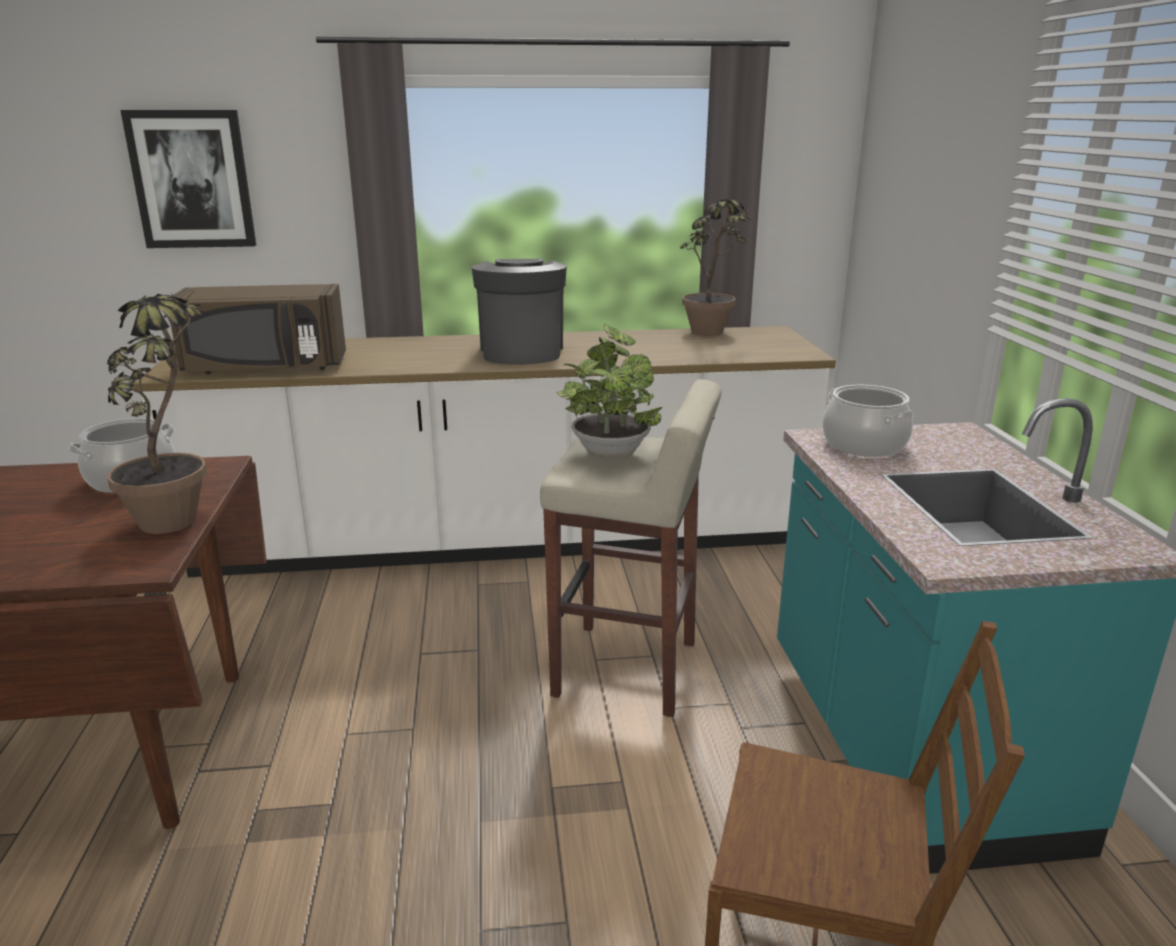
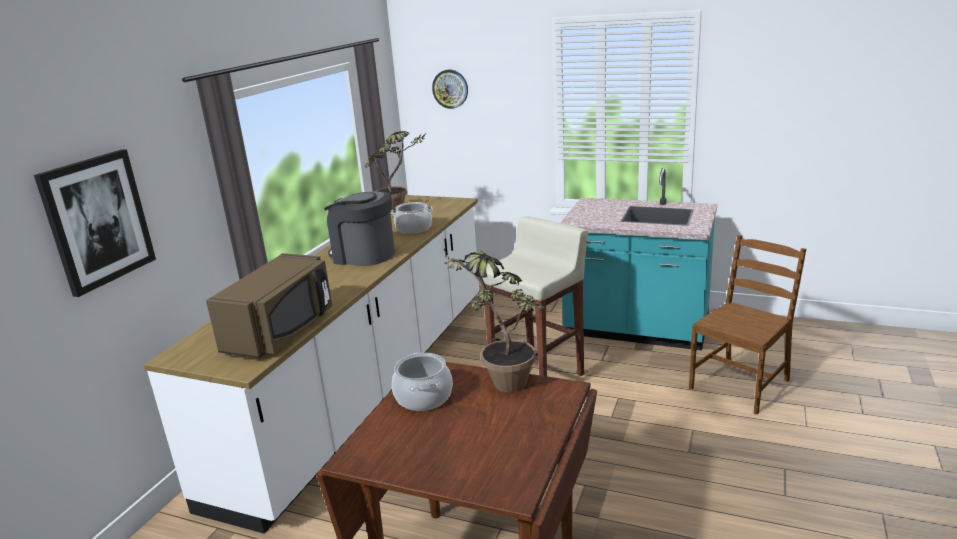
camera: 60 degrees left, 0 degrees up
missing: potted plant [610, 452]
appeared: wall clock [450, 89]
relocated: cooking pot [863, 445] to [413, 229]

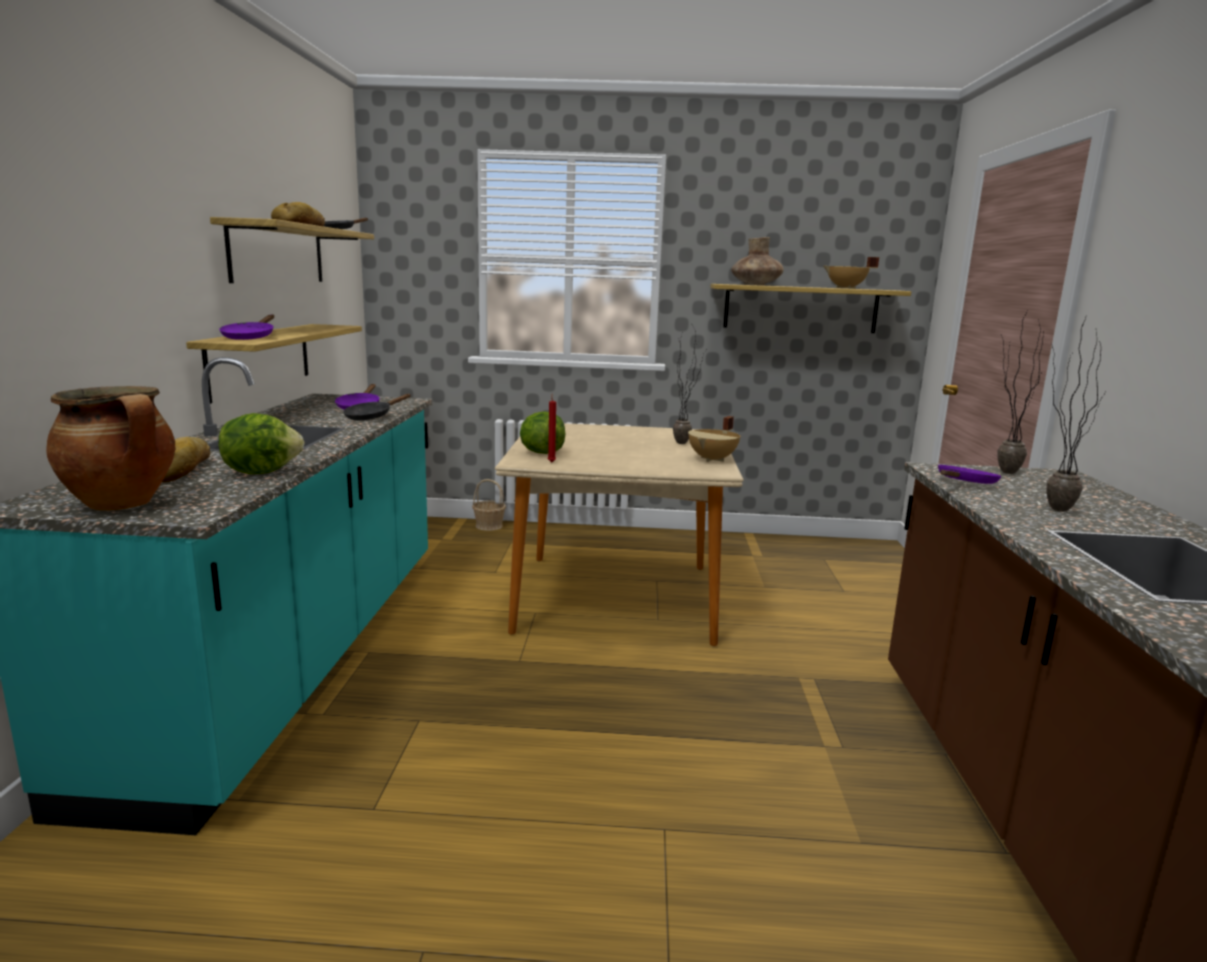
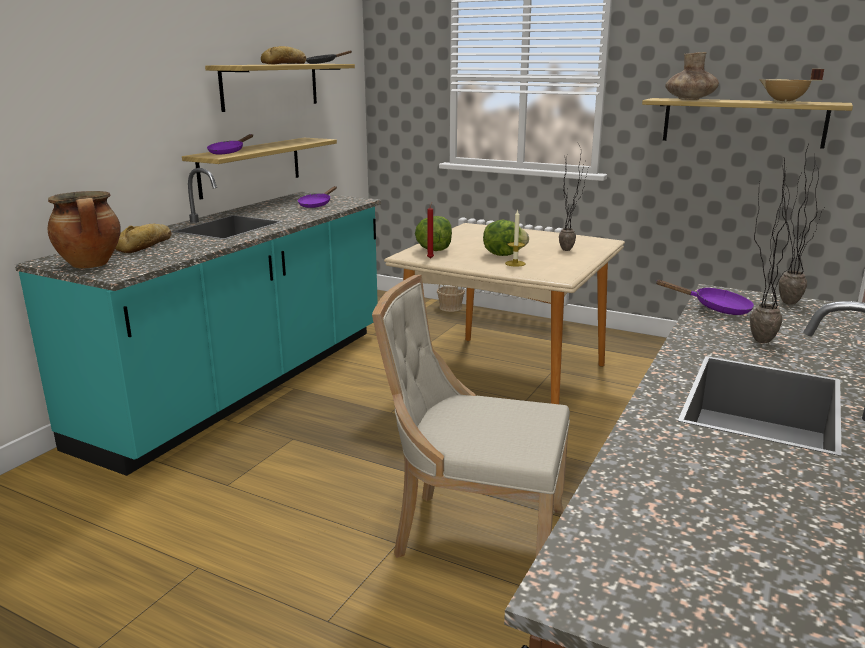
camera: 25 degrees right, 5 degrees up
missing: frying pan (black) [372, 417]; cooking pot (beige) [713, 459]
appeared: chair (beige) [473, 535]; candle [515, 263]
relocated: lettuce [261, 472] to [503, 254]
spun: frying pan (purple) [964, 483] = [715, 308] 45 degrees clockwise

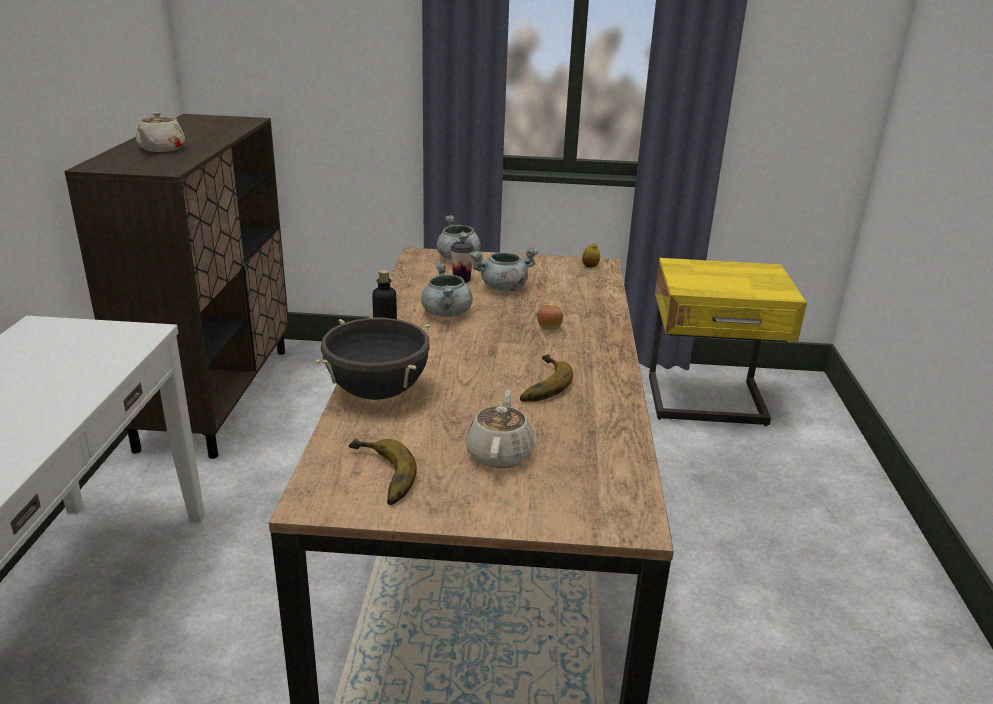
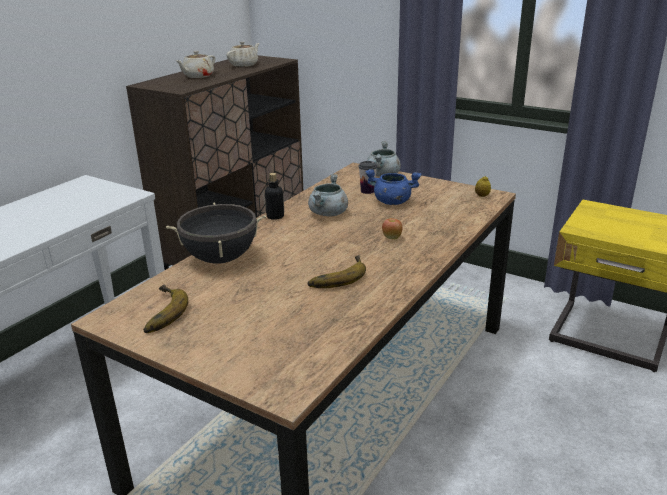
camera: 30 degrees right, 0 degrees up
relocated: teapot (beige) [500, 453] to [244, 65]
colour: cooking pot (grey) [503, 288] to cooking pot (blue) [392, 202]

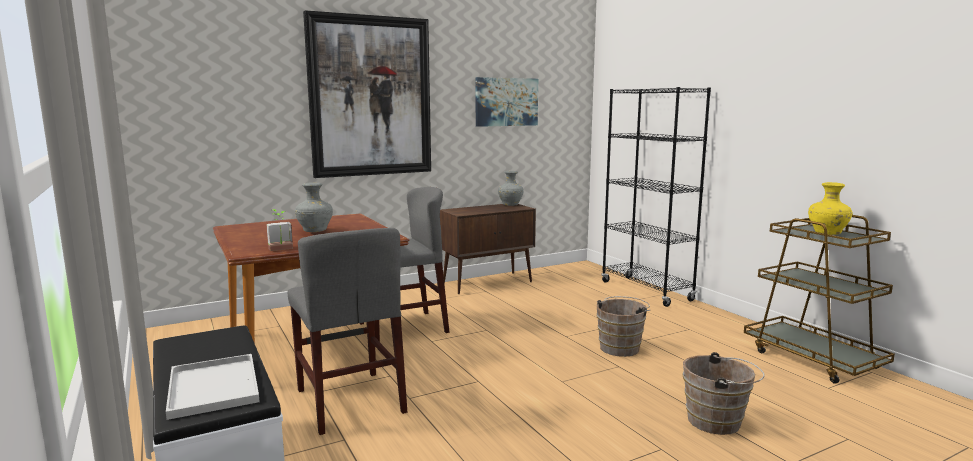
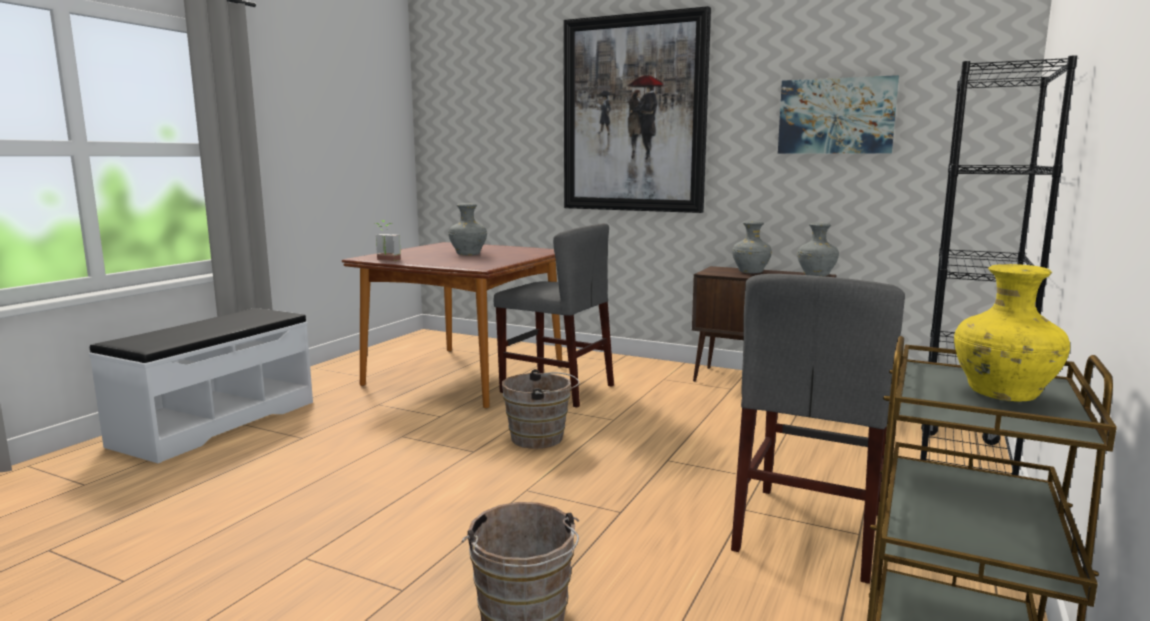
camera: 55 degrees right, 0 degrees up
missing: tray (white) [212, 386]
appeared: vase (grey) [750, 272]
relocated: chair (grey) [350, 401] to [809, 530]; bucket (brown) [621, 347] to [541, 438]

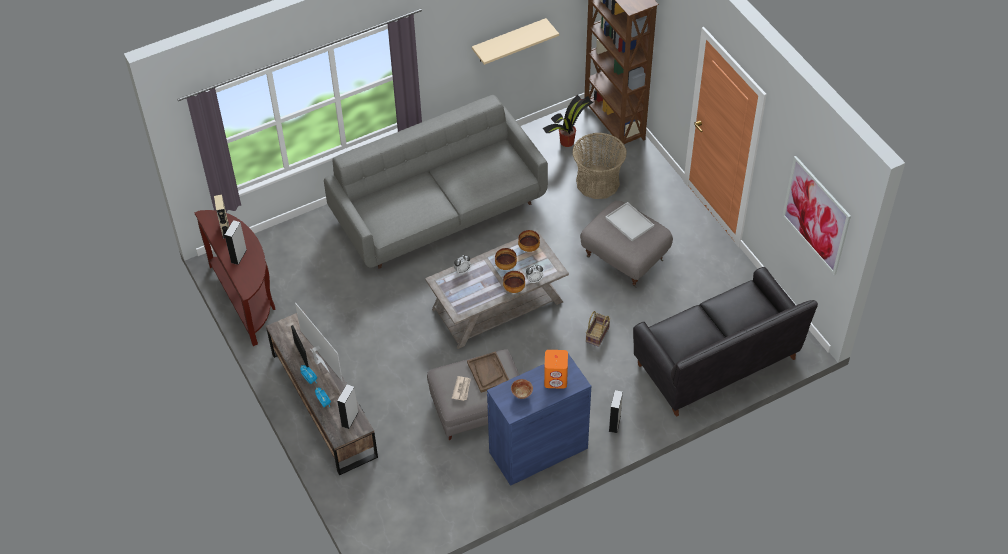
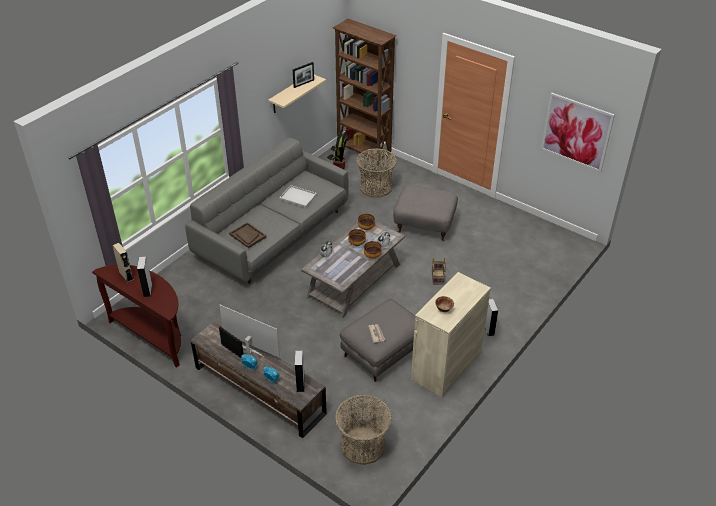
camera: 25 degrees left, 10 degrees down
missing: speaker (orange) [556, 379]; sofa (black) [716, 362]
appeared: picture frame [303, 83]; basket [363, 445]
relocated: tray (brown) [488, 372] to [247, 236]; tray (white) [628, 222] to [297, 197]
colour: cabinet (blue) [538, 450] to cabinet (beige) [446, 366]

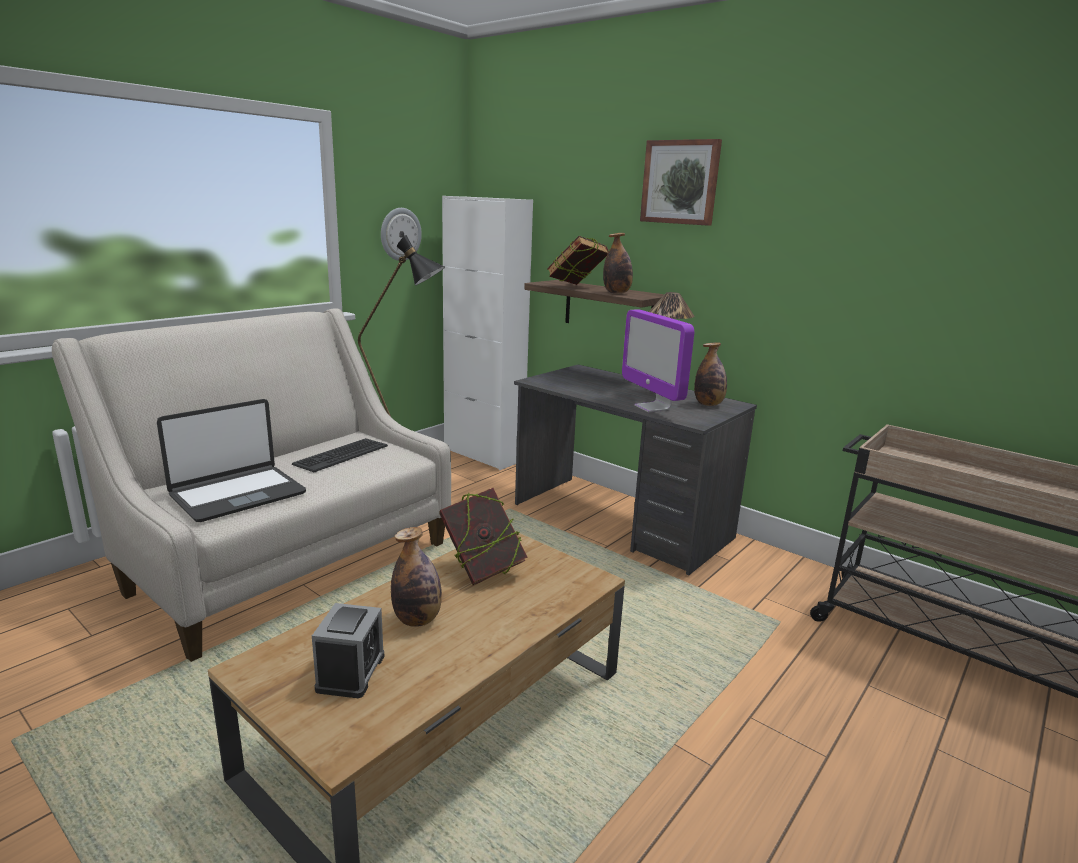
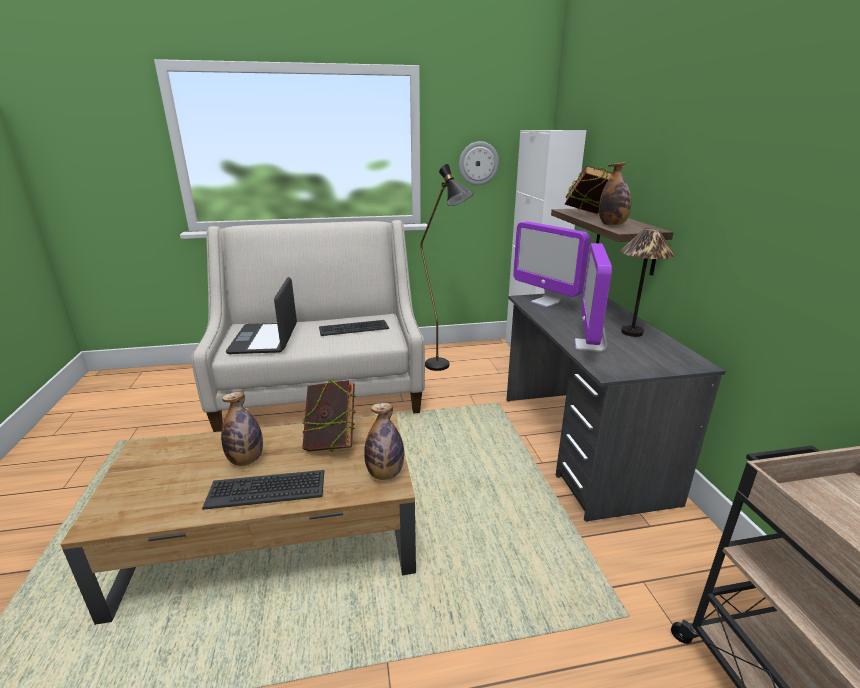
camera: 40 degrees right, 5 degrees up
missing: alarm clock [351, 672]; picture [680, 182]
appeared: keyboard [267, 489]; monitor [545, 302]
relocated: bottle [708, 404] to [385, 474]
spun: laptop [237, 494] = [265, 339] 90 degrees clockwise

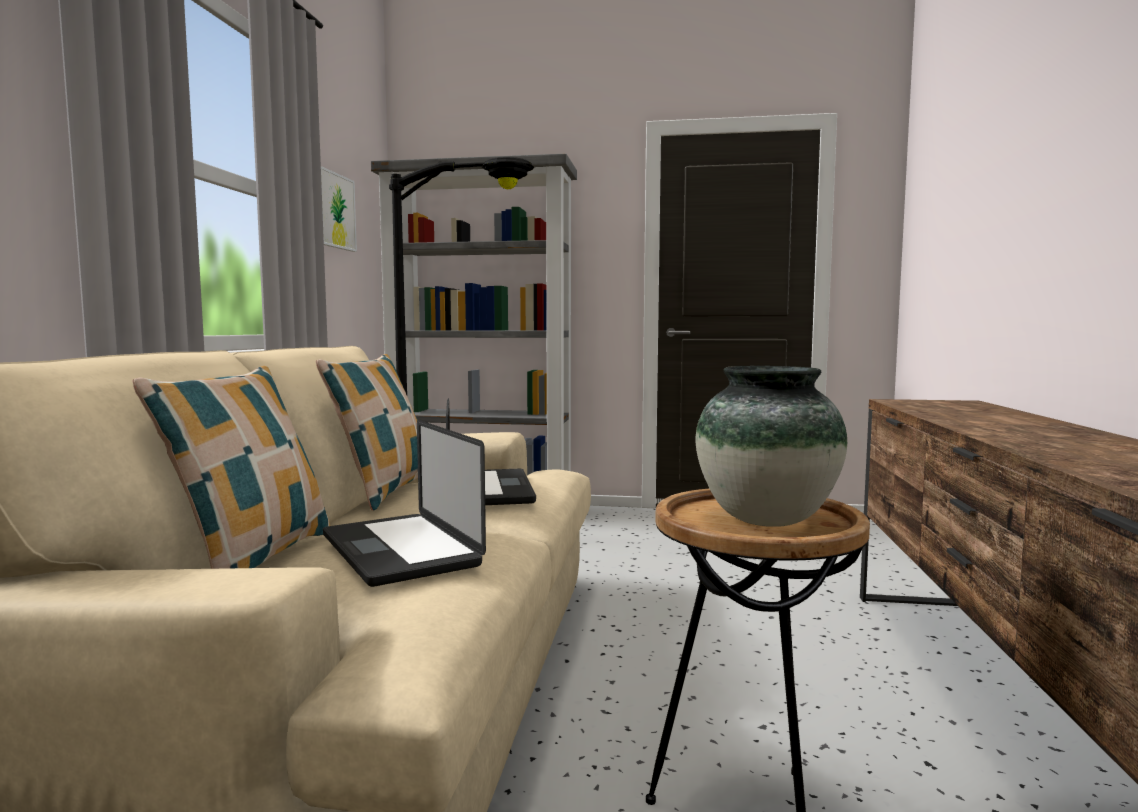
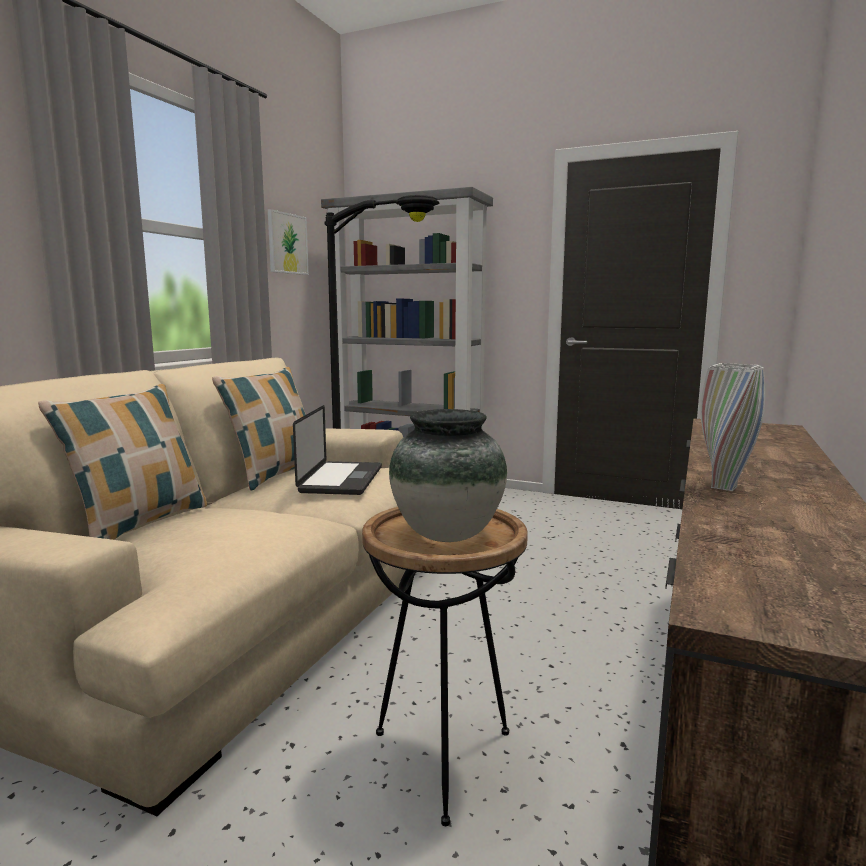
camera: 15 degrees right, 5 degrees up
missing: laptop [399, 550]
appeared: vase (white) [724, 487]

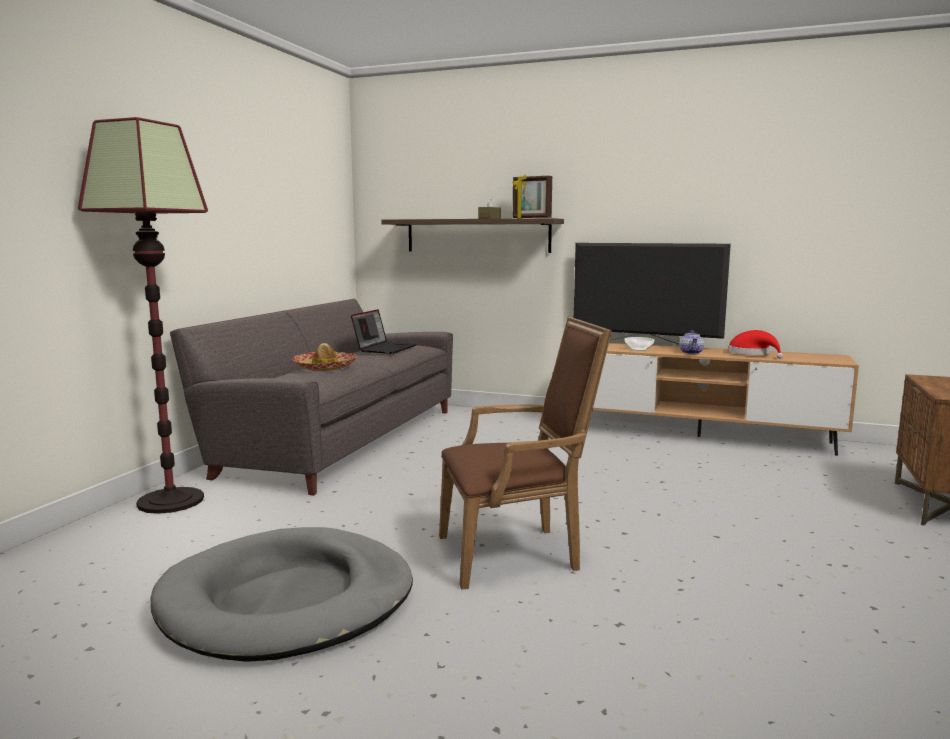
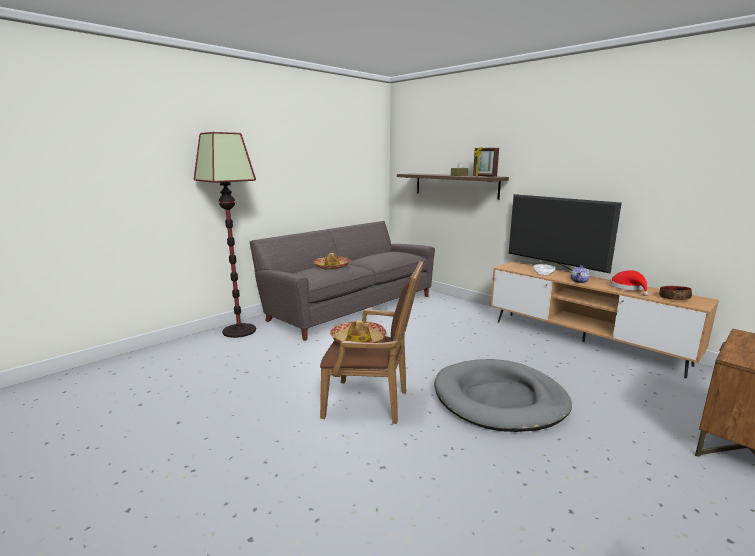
camera: 25 degrees right, 5 degrees up
missing: laptop [385, 348]
appeared: hat [358, 340]; bowl [674, 298]
relocated: dog bed (grey) [288, 600] to [499, 399]

